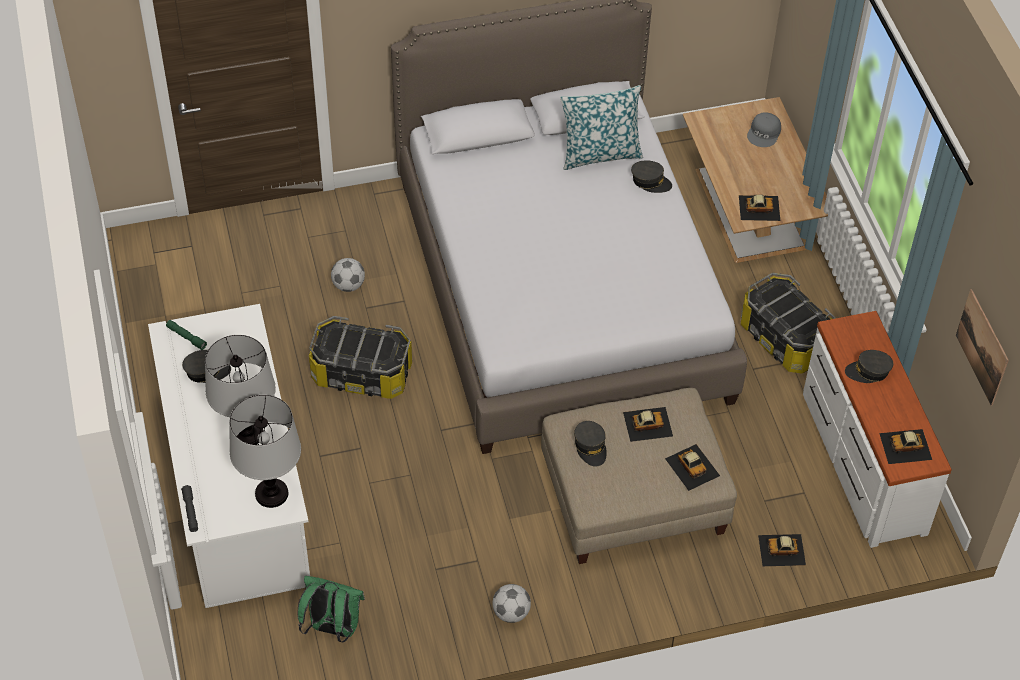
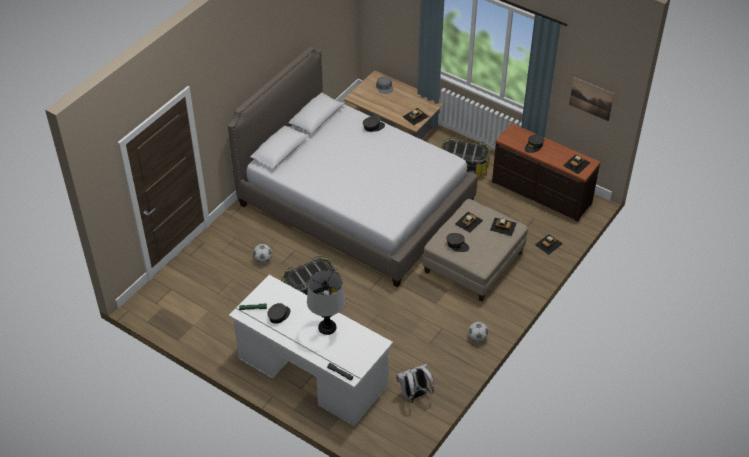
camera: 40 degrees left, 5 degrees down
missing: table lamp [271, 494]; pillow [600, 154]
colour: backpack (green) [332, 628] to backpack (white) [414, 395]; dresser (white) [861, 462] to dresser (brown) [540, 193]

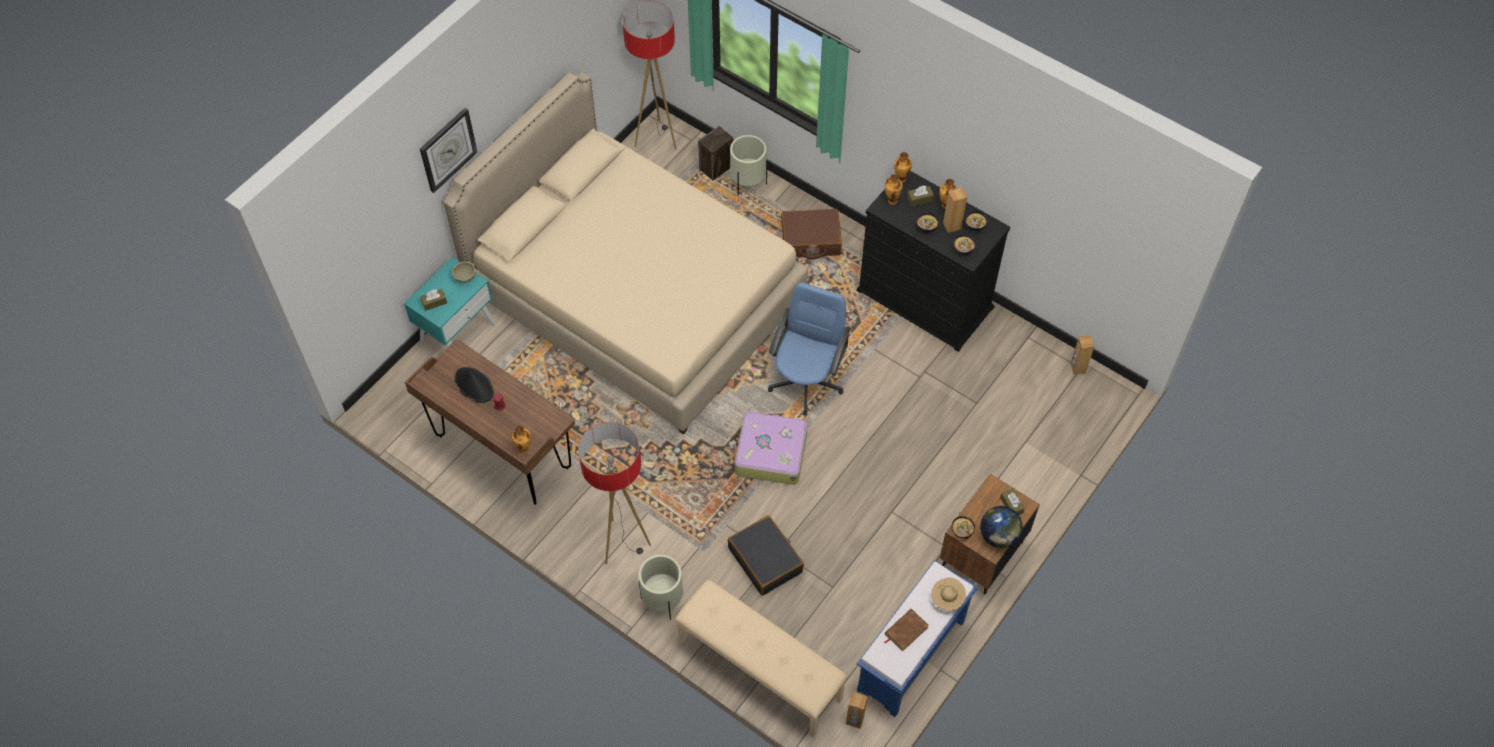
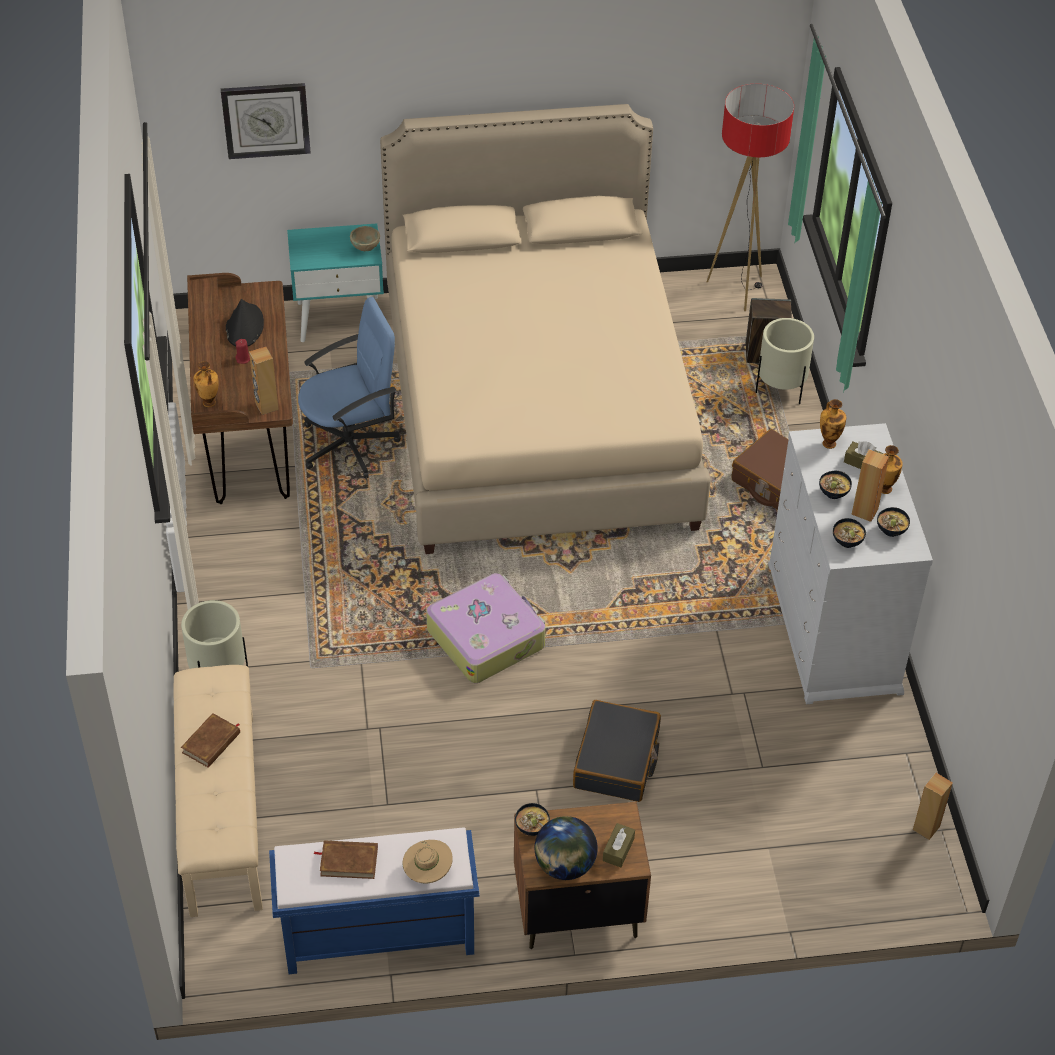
camera: 45 degrees right, 10 degrees down
missing: tissue box (brown) [434, 302]; floor lamp [623, 543]; vase [901, 179]
appeared: book (brown) [211, 743]
relocated: wall clock [447, 149] to [266, 120]; suitcase (black) [765, 560] to [617, 760]; office chair (blue) [806, 381] to [350, 444]; speaker (brown) [854, 720] to [266, 406]
colour: dresser (black) [925, 299] to dresser (white) [834, 628]

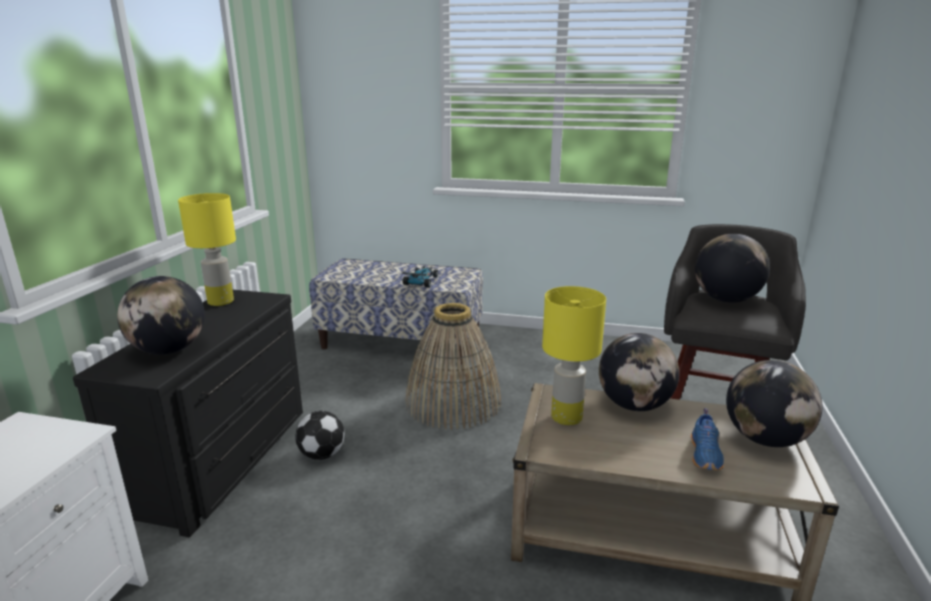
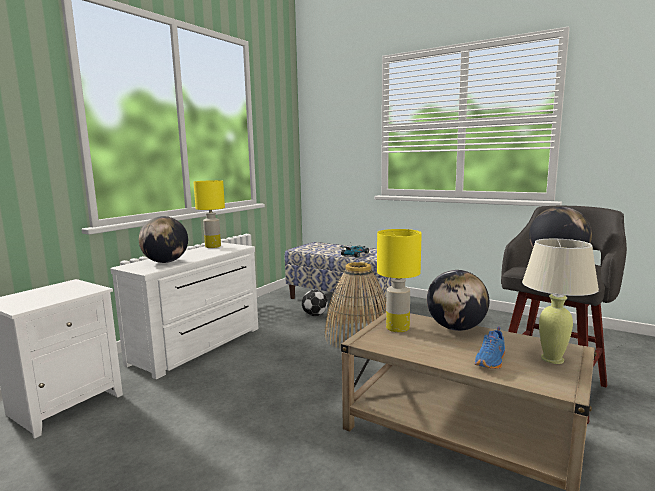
camera: 20 degrees right, 10 degrees down
relocated: football [321, 454] to [314, 315]
exchanged: globe [764, 439] to table lamp (beige) [552, 359]
colour: dresser (black) [226, 460] to dresser (white) [199, 346]

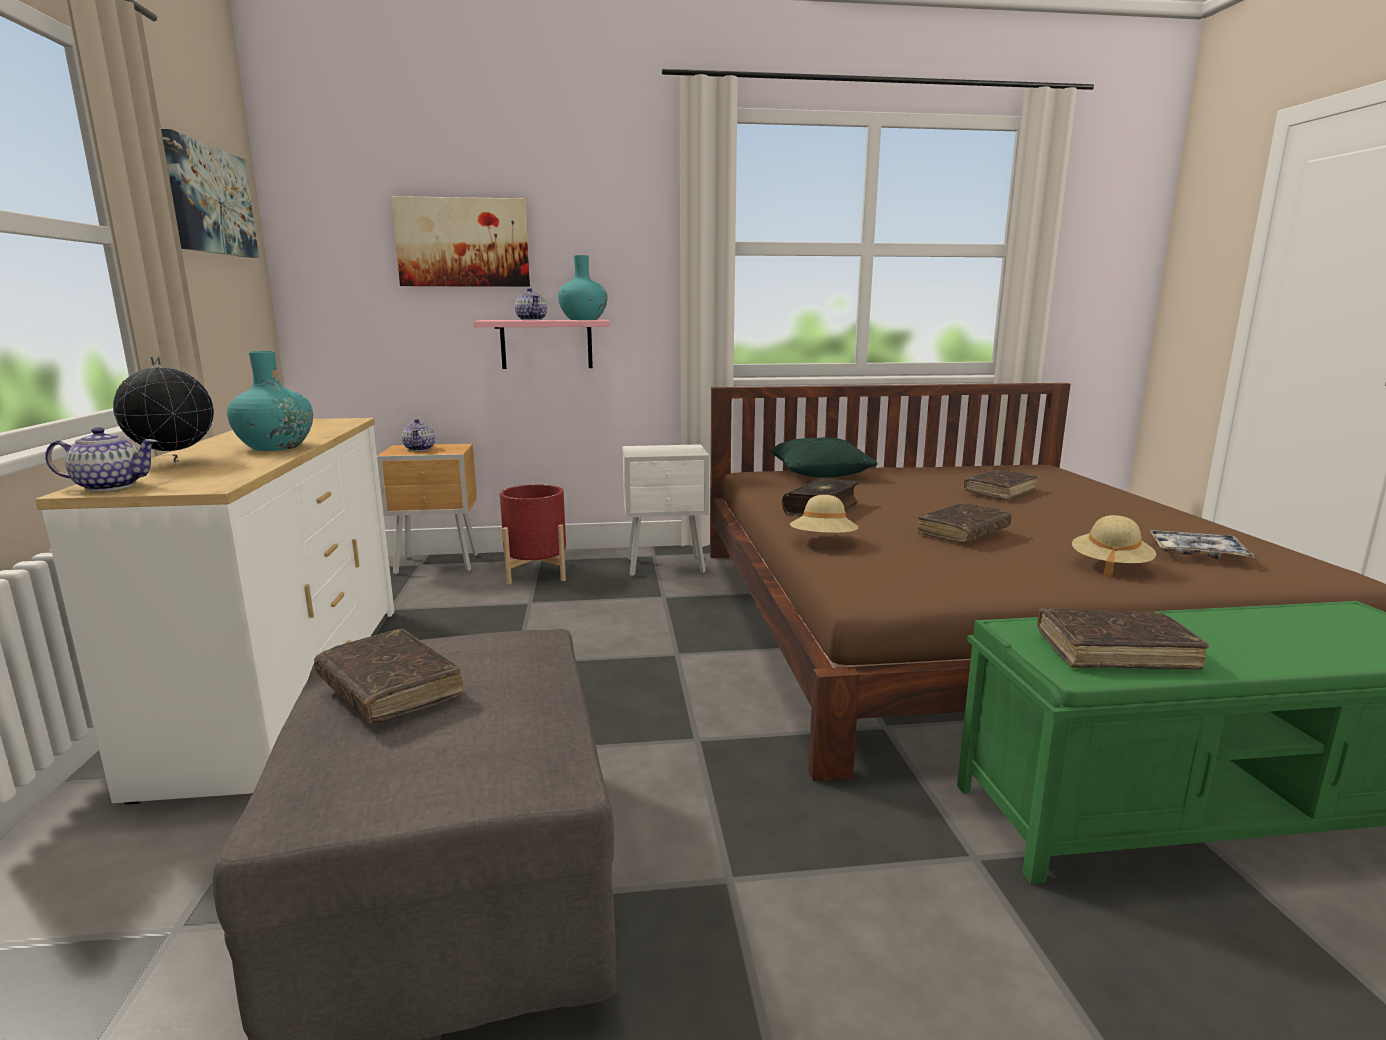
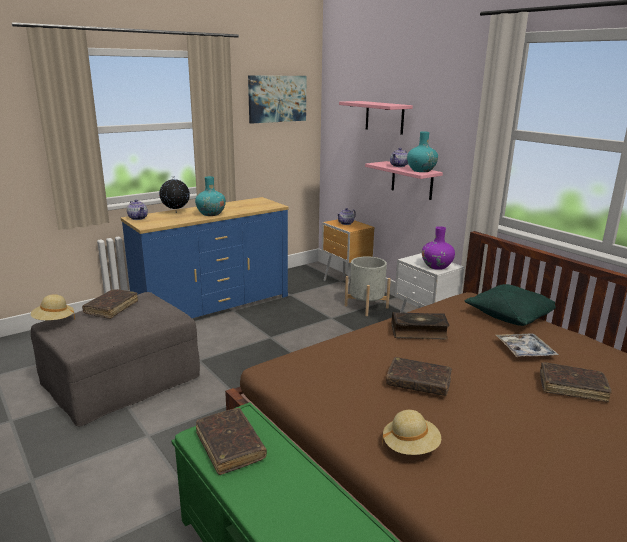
camera: 60 degrees right, 5 degrees up
appeared: vase (purple) [436, 266]
relocated: hat (beige) [823, 542] to [54, 321]; tray [1197, 553] to [524, 350]
exchanged: picture [463, 243] to shelf (pink) [384, 117]
colour: dresser (white) [285, 686] to dresser (blue) [213, 305]; planter (red) [536, 573] to planter (grey) [366, 306]

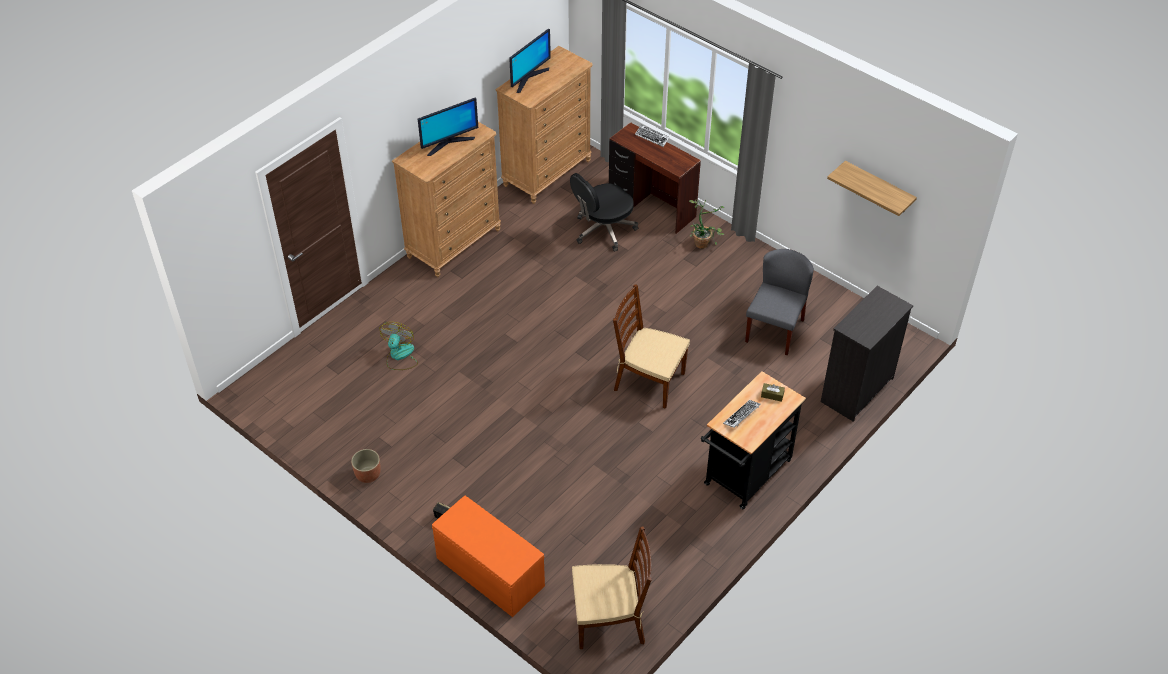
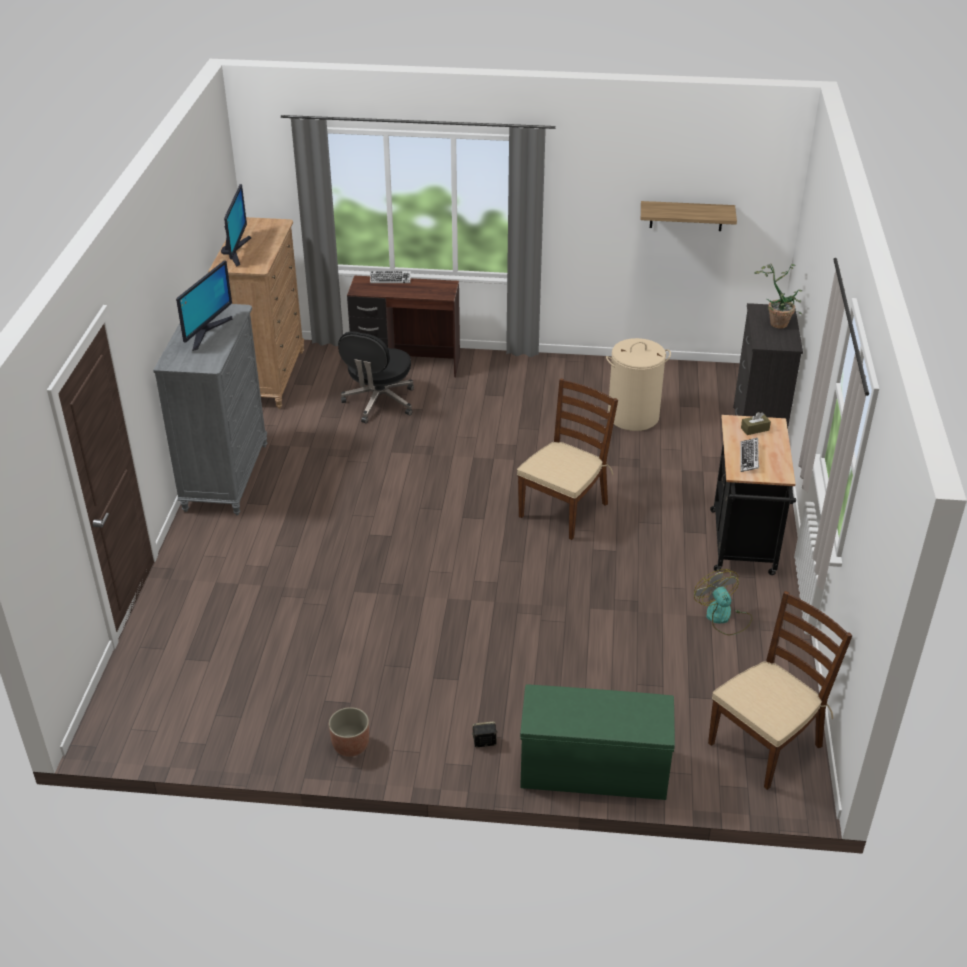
camera: 35 degrees left, 10 degrees down
relocated: fan [400, 356] to [723, 617]; potted plant [703, 242] to [778, 321]
exchanged: chair (grey) [774, 330] to laundry basket (beige) [633, 416]
colour: dresser (brown) [454, 243] to dresser (grey) [225, 477]; bench (orange) [489, 572] to bench (green) [592, 769]
spun: chair (brown) [648, 381] = [564, 509] 135 degrees clockwise

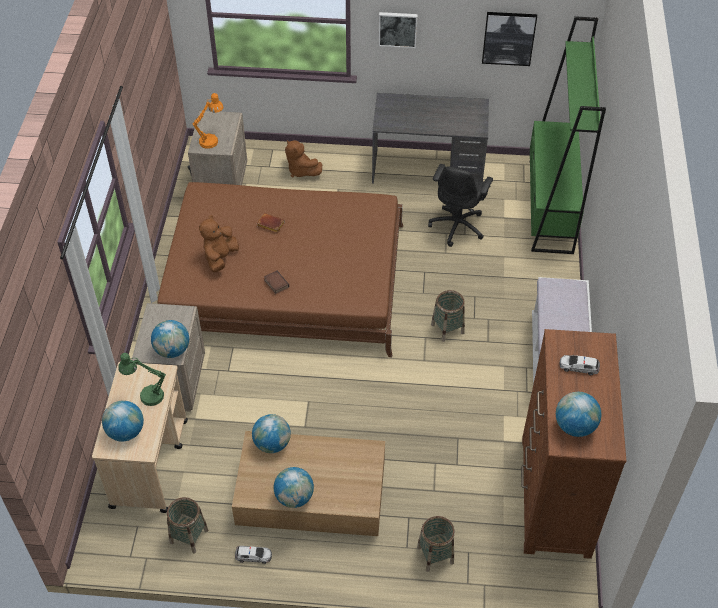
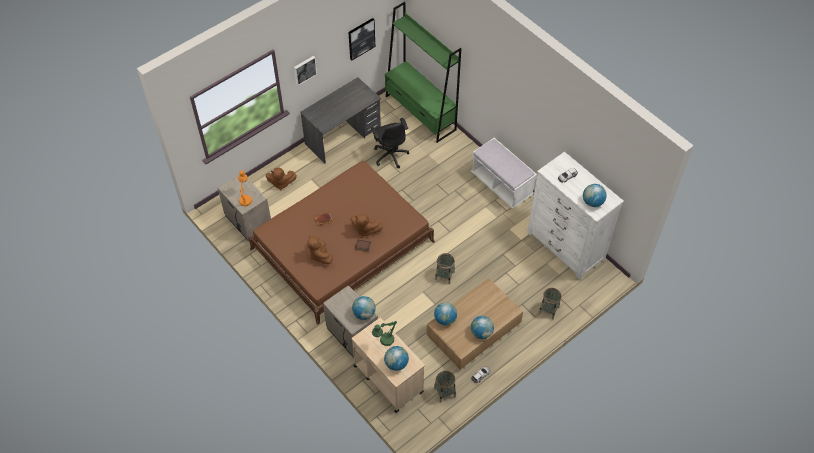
camera: 45 degrees left, 5 degrees up
appeared: plush toy (brown) [365, 230]
relocated: basket [447, 329] to [444, 275]
colour: dresser (brown) [554, 496] to dresser (white) [565, 246]

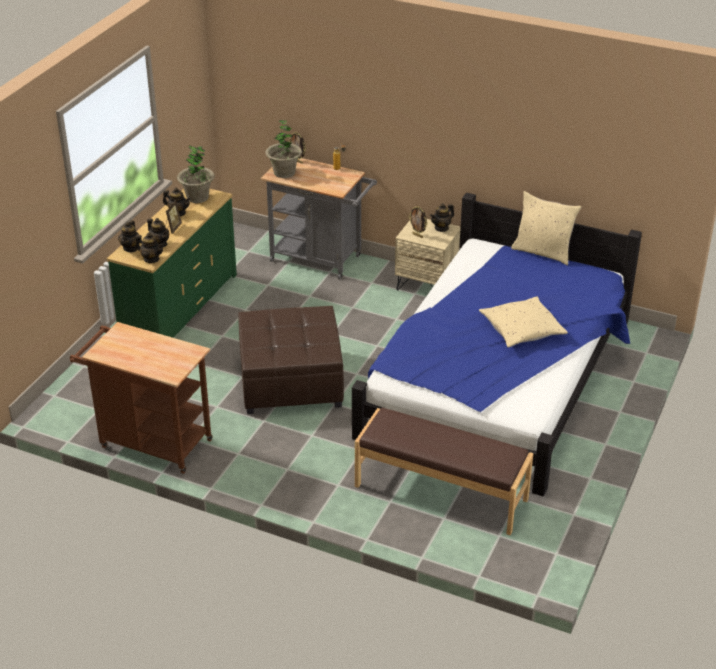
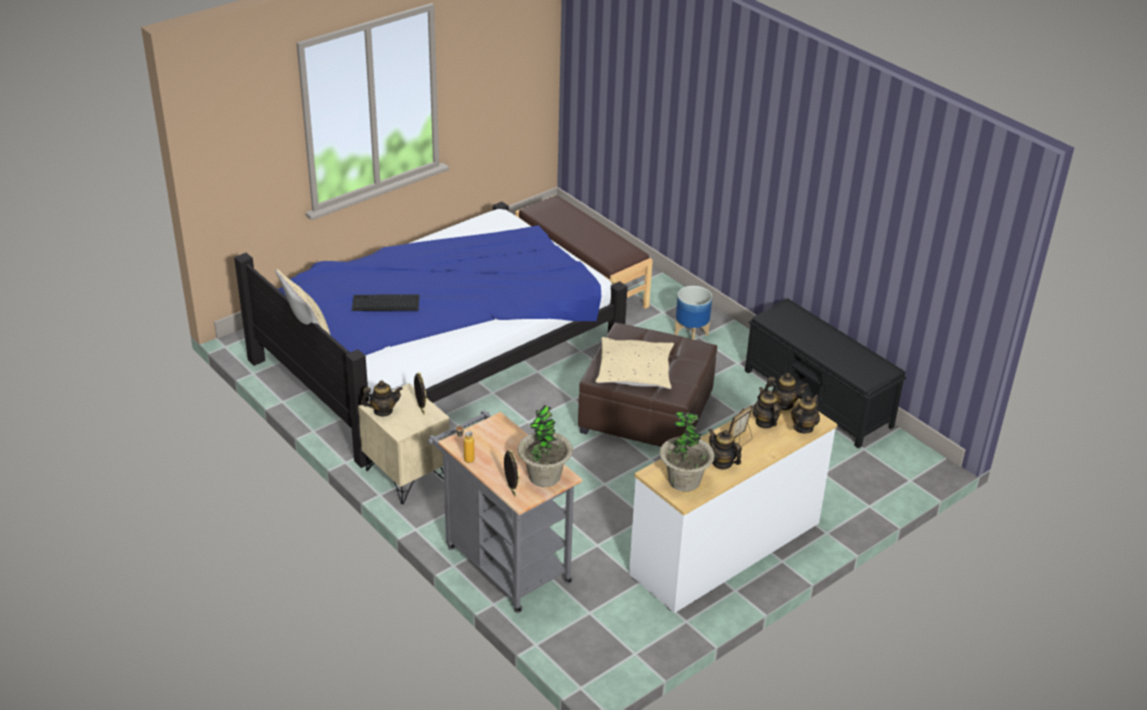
camera: 155 degrees left, 0 degrees up
appeared: keyboard [385, 303]; planter [690, 334]
relocated: pillow (beige) [522, 329] to [635, 371]
exchanged: cart (brown) [150, 442] to bench (black) [818, 399]
colour: dresser (green) [179, 307] to dresser (white) [726, 549]
spun: teapot [151, 259] = [783, 404] 135 degrees clockwise

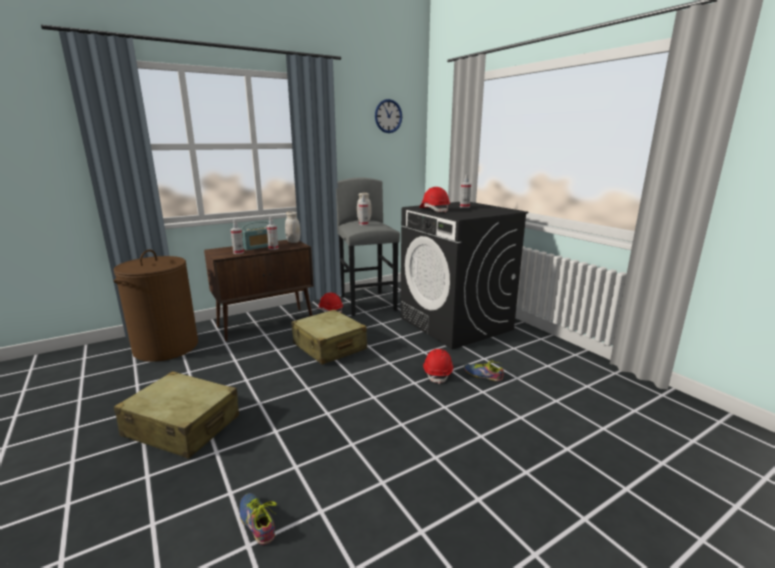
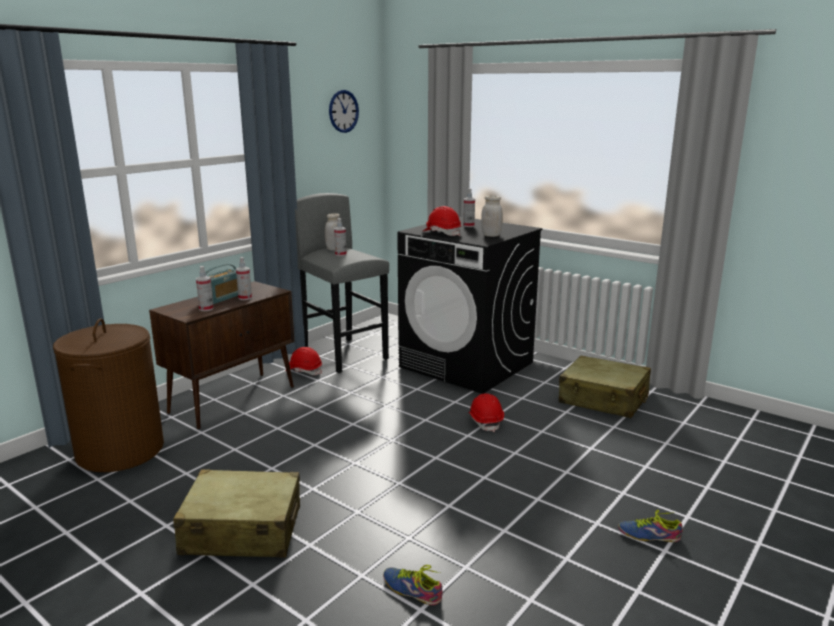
camera: 20 degrees left, 0 degrees up
relocated: jar (white) [293, 241] to [491, 235]; suitcase (beige) [329, 347] to [603, 399]; shoe [483, 374] to [648, 534]

